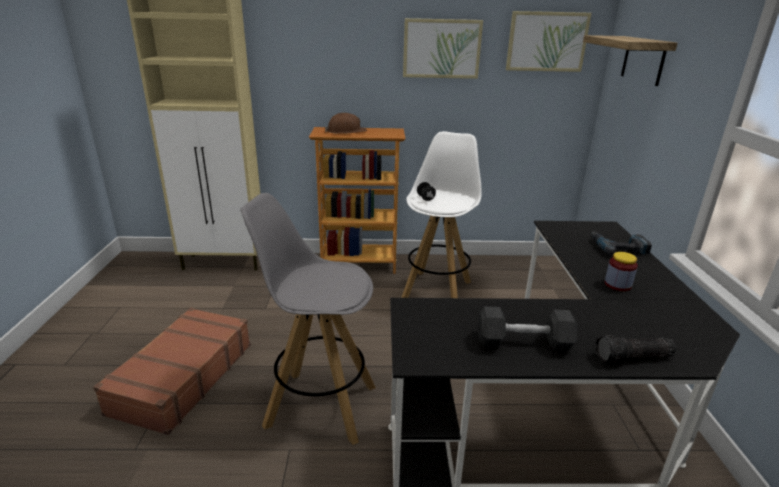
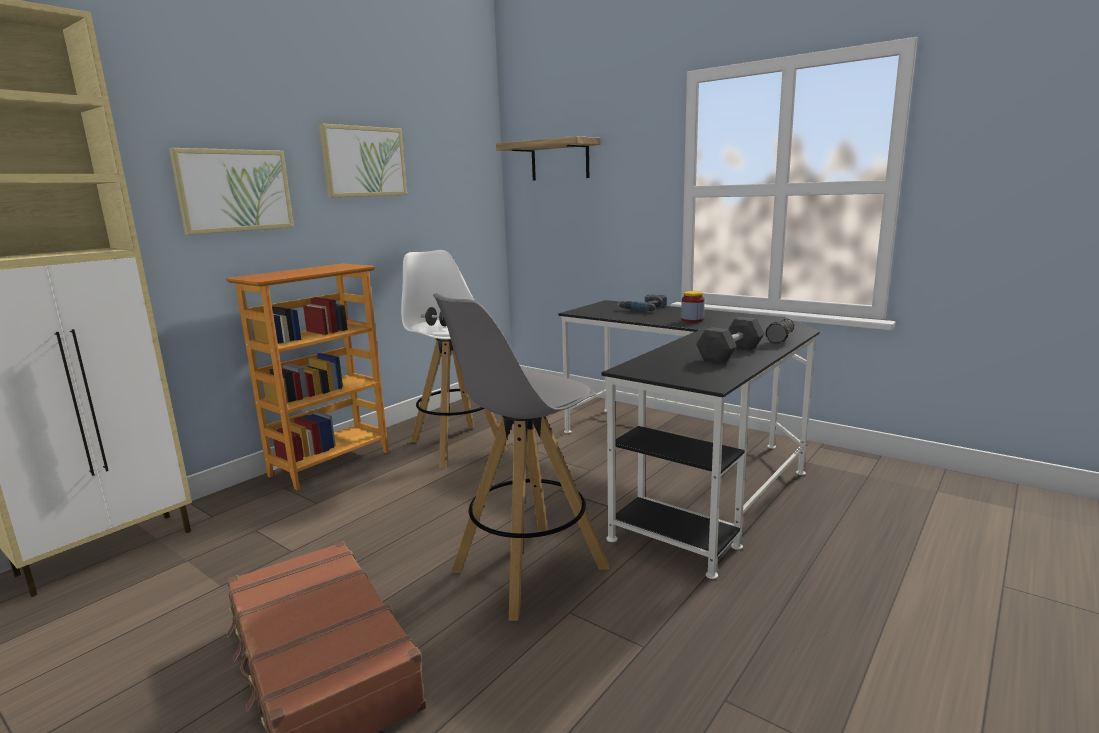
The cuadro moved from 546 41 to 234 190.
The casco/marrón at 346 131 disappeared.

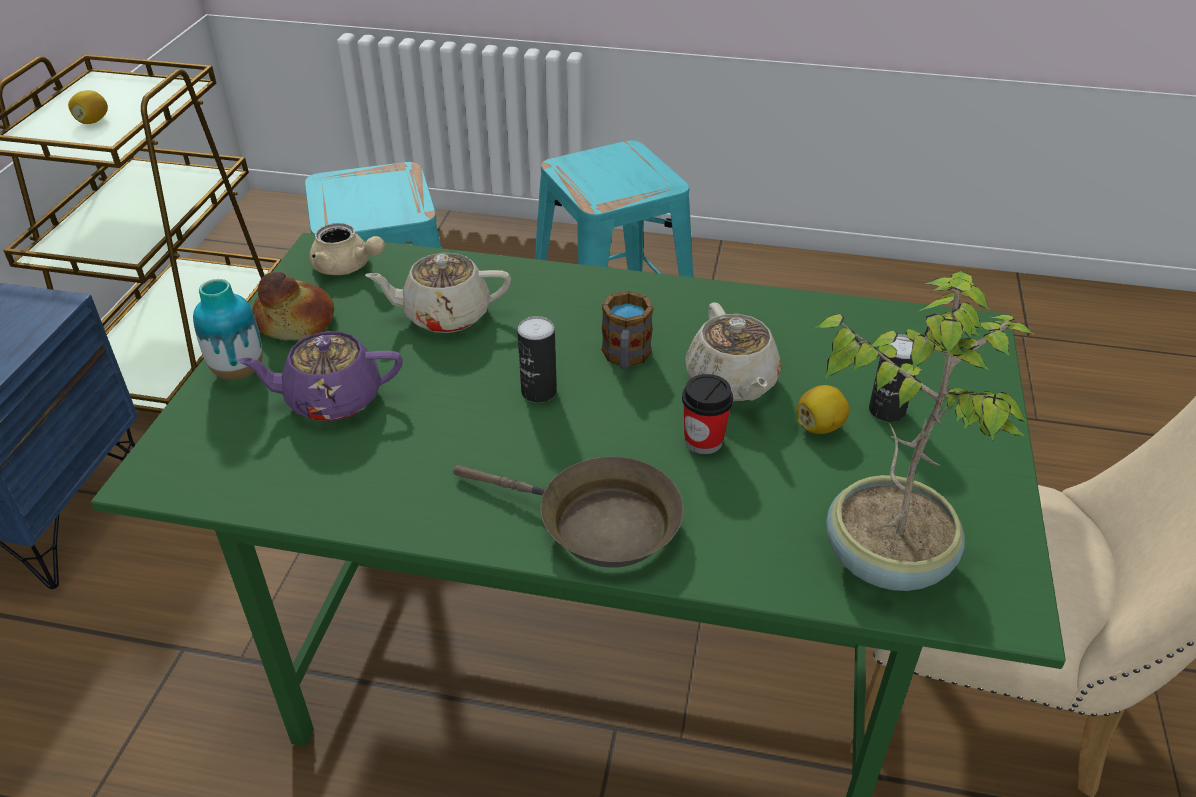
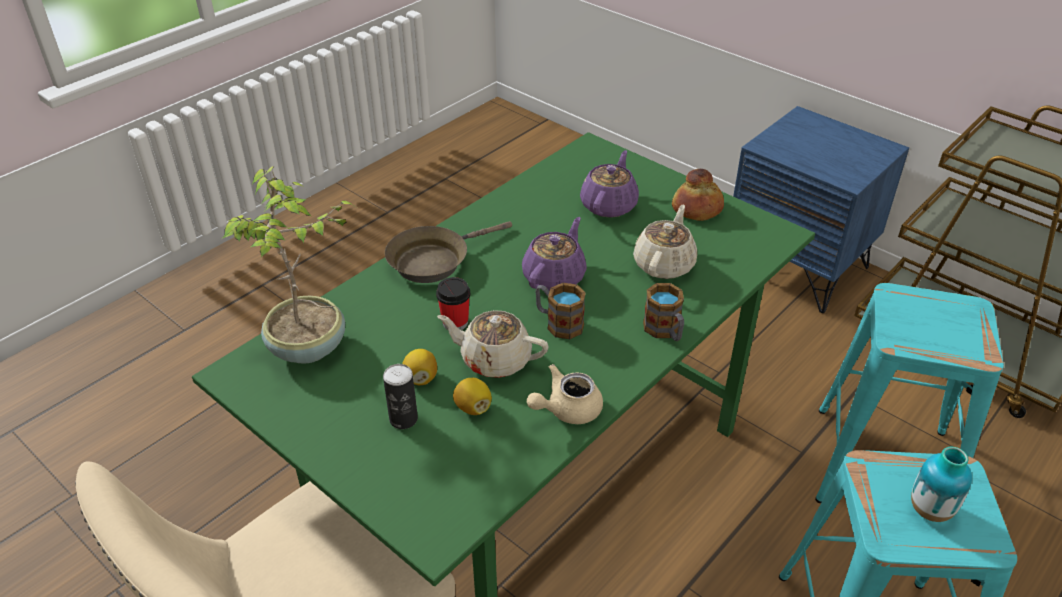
The limón moved from 93 121 to 473 407.
The lata at 539 392 was replaced by the tetera/morado at 555 276.
The tetera/beis moved from 347 267 to 566 409.
The taza grande at 665 331 appeared.
The florero moved from 239 371 to 930 510.

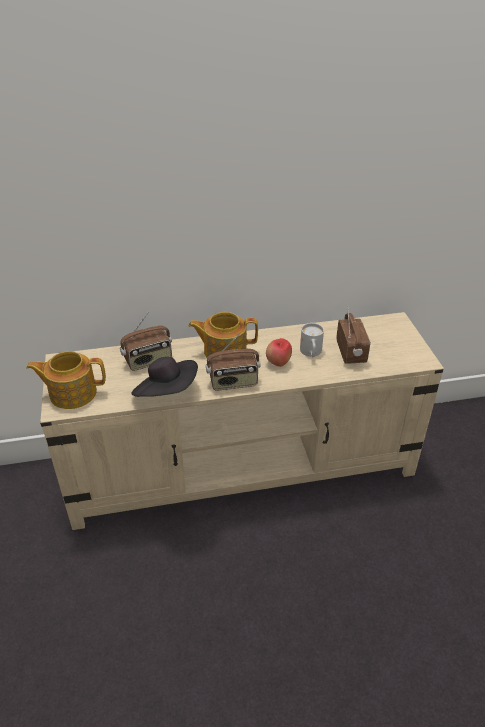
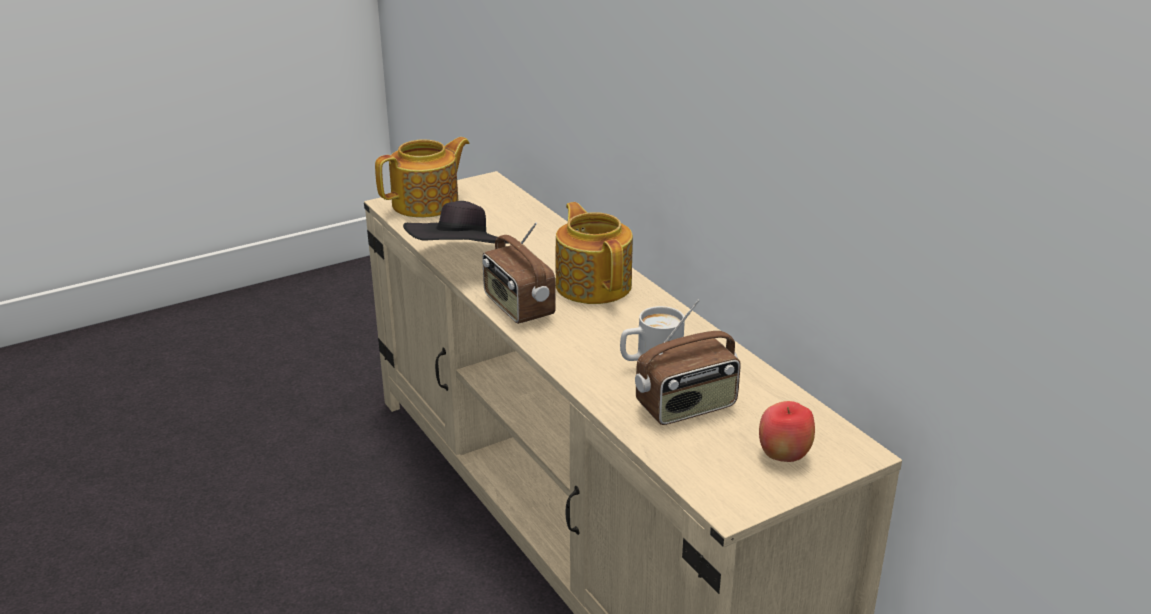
The tetera at 72 393 turned 75 degrees clockwise.
The manzana moved from 278 363 to 783 456.
The radio at 148 361 disappeared.

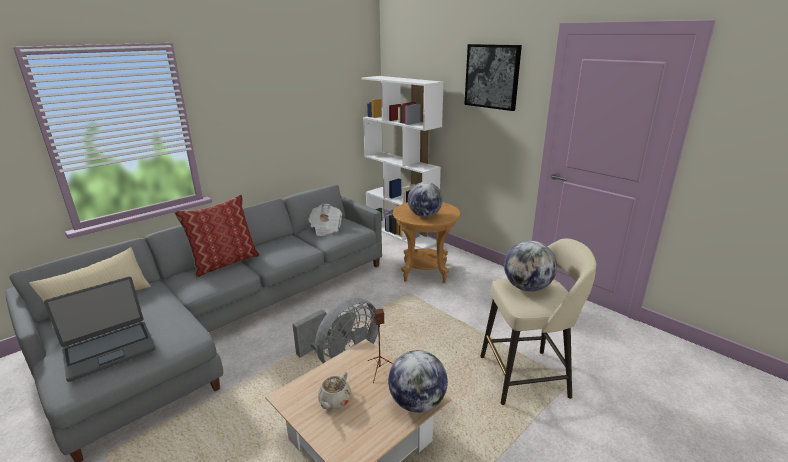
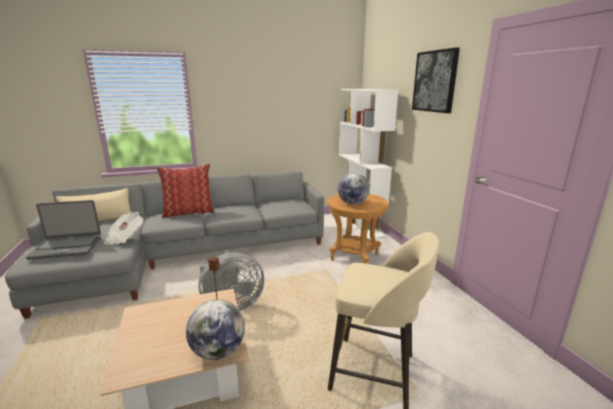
The periódico moved from 325 228 to 124 237.
The tetera/beis at 334 401 disappeared.
The globo terráqueo at 527 287 disappeared.

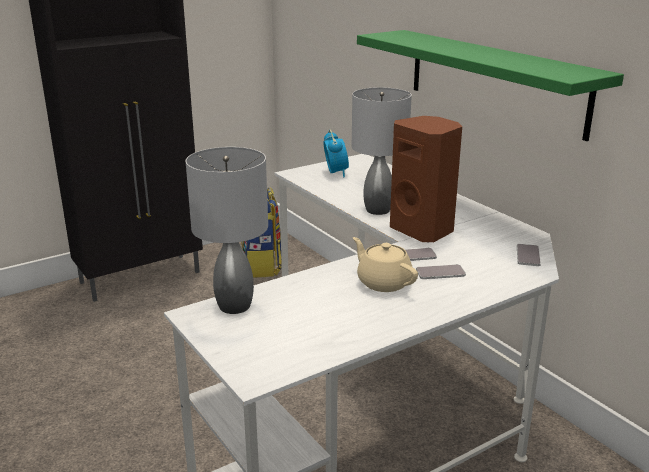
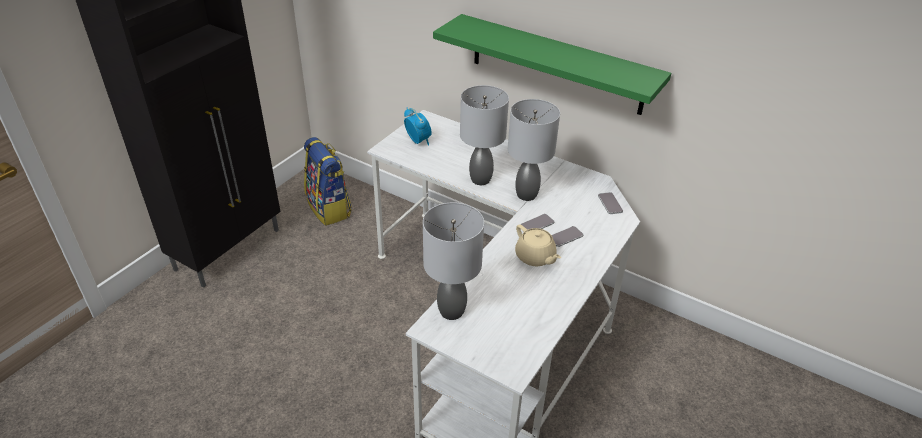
The altavoz/marrón at 423 230 was replaced by the lámpara de mesa/gris at 527 195.
The tetera/beis at 383 282 turned 150 degrees counterclockwise.

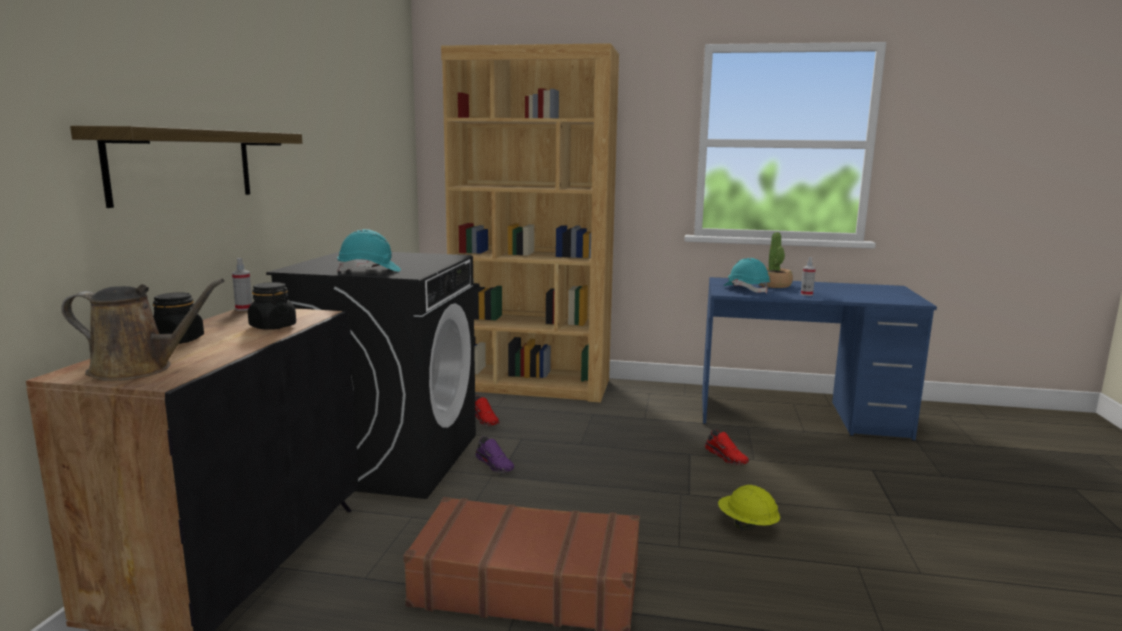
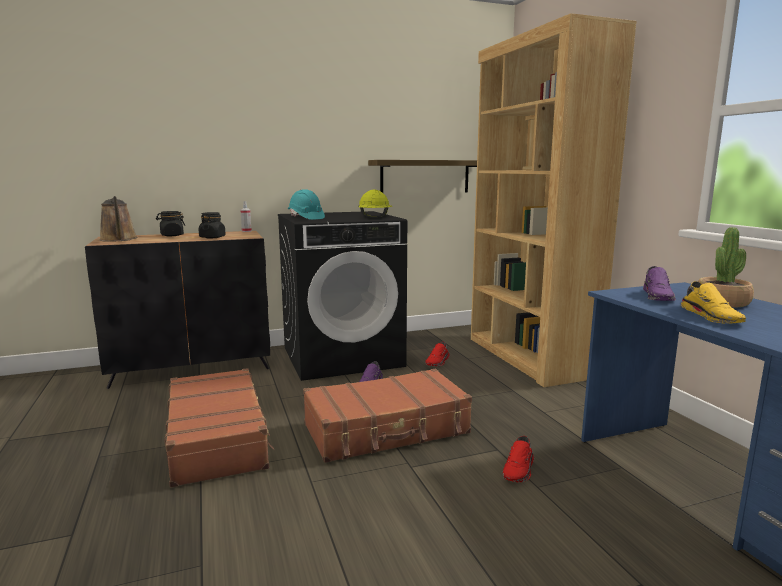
The maleta/marrón at 387 429 appeared.
The casco/amarillo moved from 747 525 to 375 217.
The estante moved from 183 165 to 425 176.
The casco/turquesa at 746 289 was replaced by the zapato/morado at 658 296.
The pulverizador at 806 294 was replaced by the zapato/amarillo at 712 317.

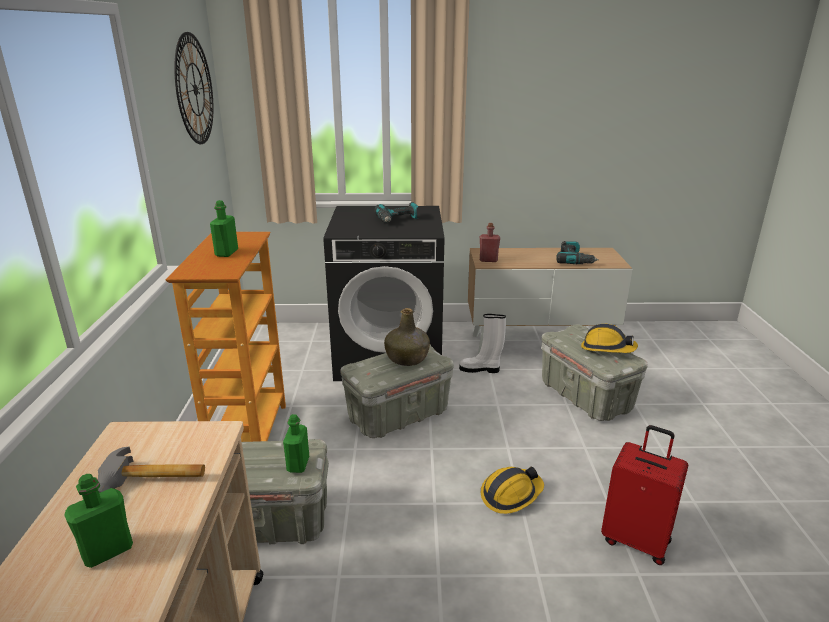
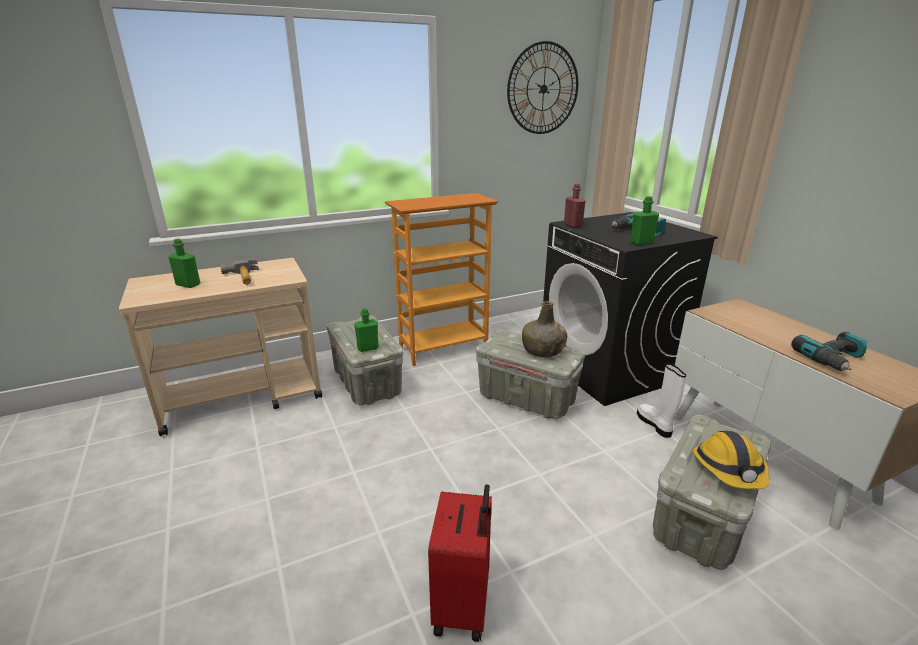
The botella/rojo moved from 488 260 to 573 225.
The botella/verde moved from 226 253 to 641 243.
The casco at 511 495 disappeared.

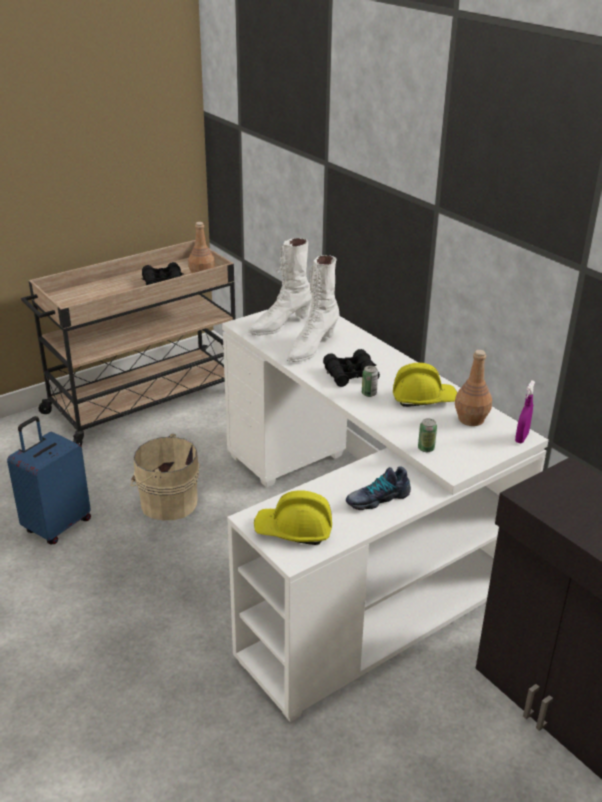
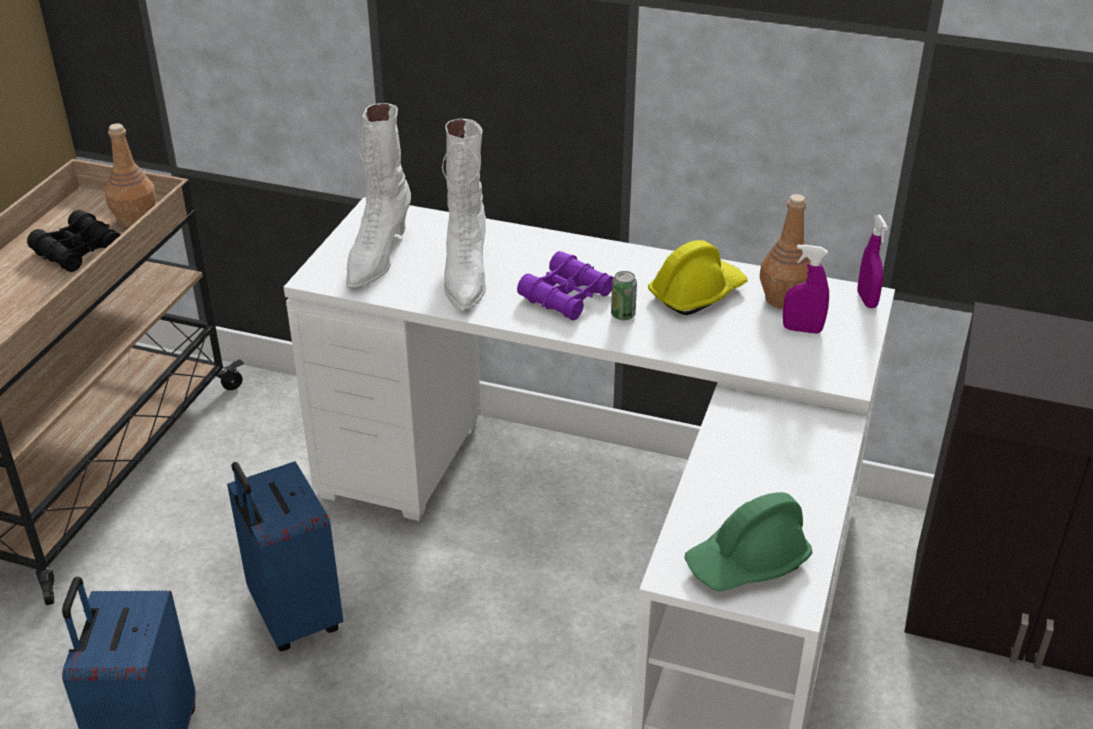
The cubo/beis at 166 502 was replaced by the maleta/azul at 292 616.
The prismáticos/negro at 351 374 became the prismáticos/morado at 566 296.
The casco/amarillo at 294 530 became the casco/verde at 747 562.
The pulverizador/morado at 802 330 appeared.
The zapato at 377 498 disappeared.
The lata at 426 448 disappeared.

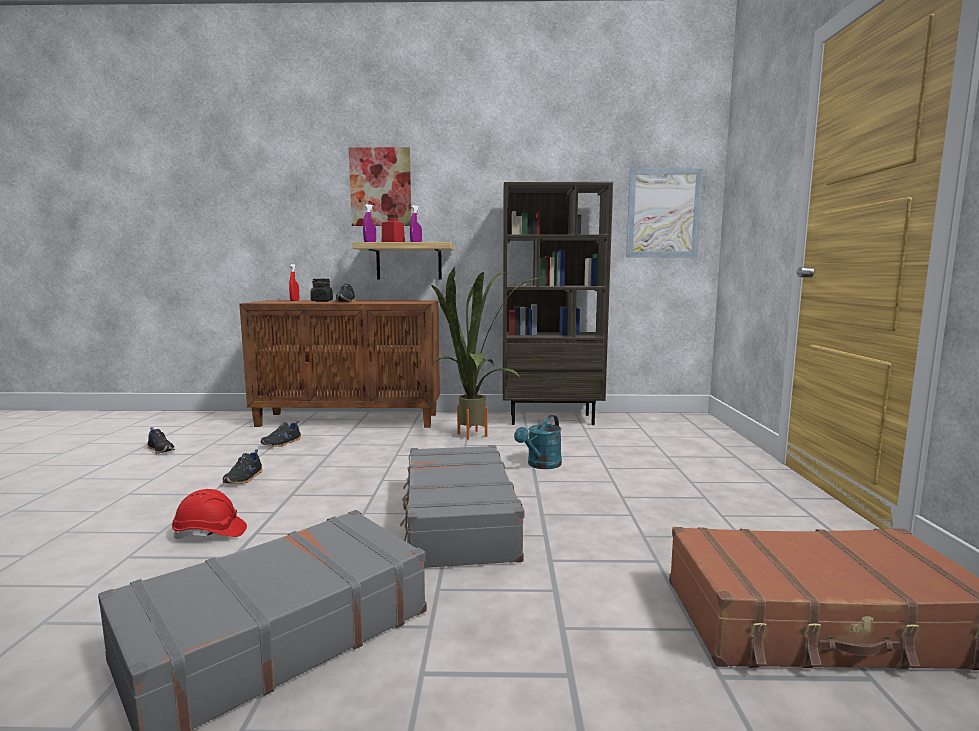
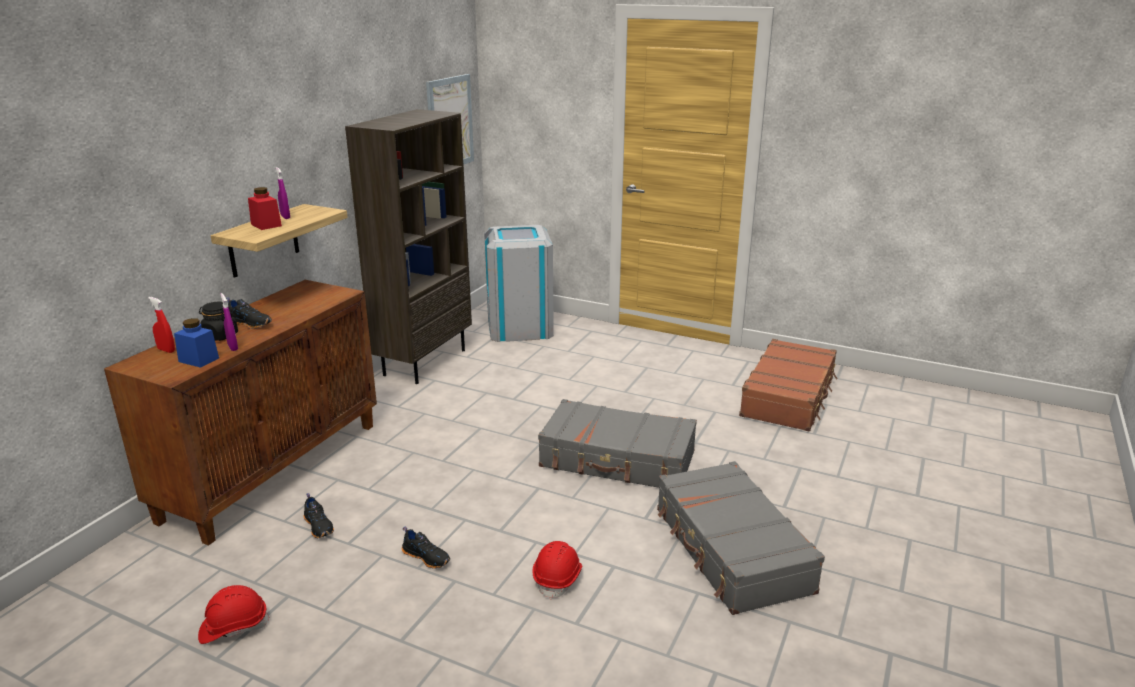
The tarro/azul at 199 360 appeared.
The zapato/negro at 161 450 was replaced by the casco/rojo at 234 627.
The pulverizador/morado moved from 370 242 to 233 347.
The papelera/gris at 520 328 appeared.
The cuadro at 381 187 disappeared.
The planta en maceta at 474 438 disappeared.
The regadera/turquesa at 541 465 disappeared.

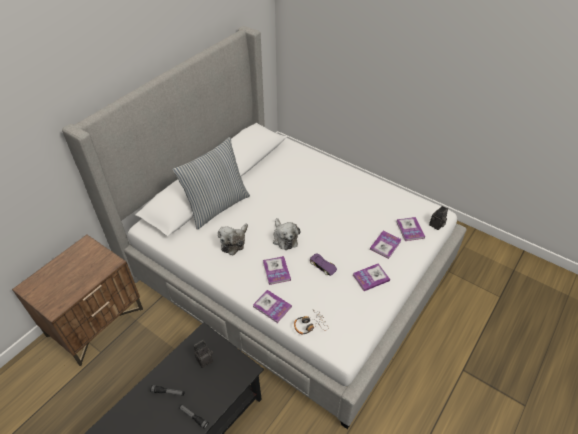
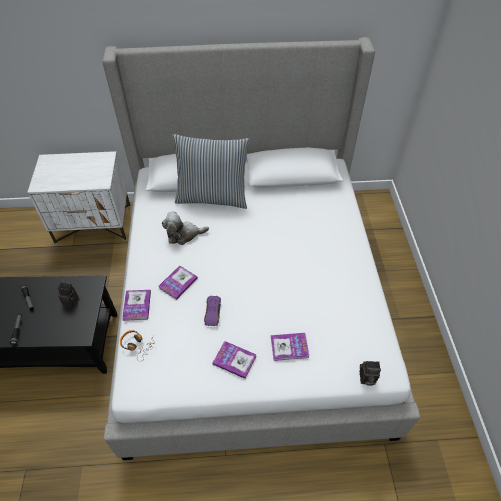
The mesita de noche/marrón at 96 322 became the mesita de noche/blanco at 94 223.
The peluche at 284 238 disappeared.
The libro at 410 229 disappeared.

